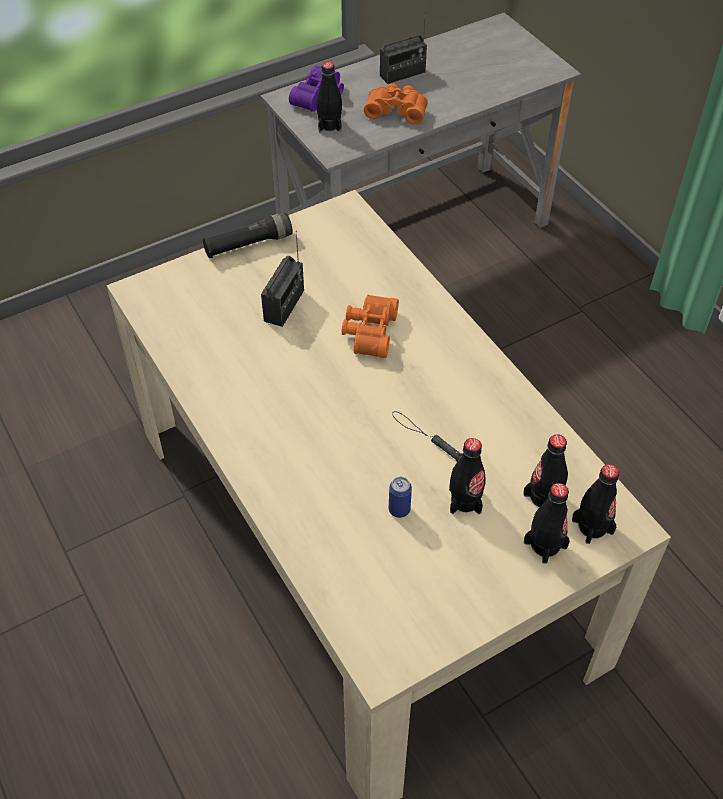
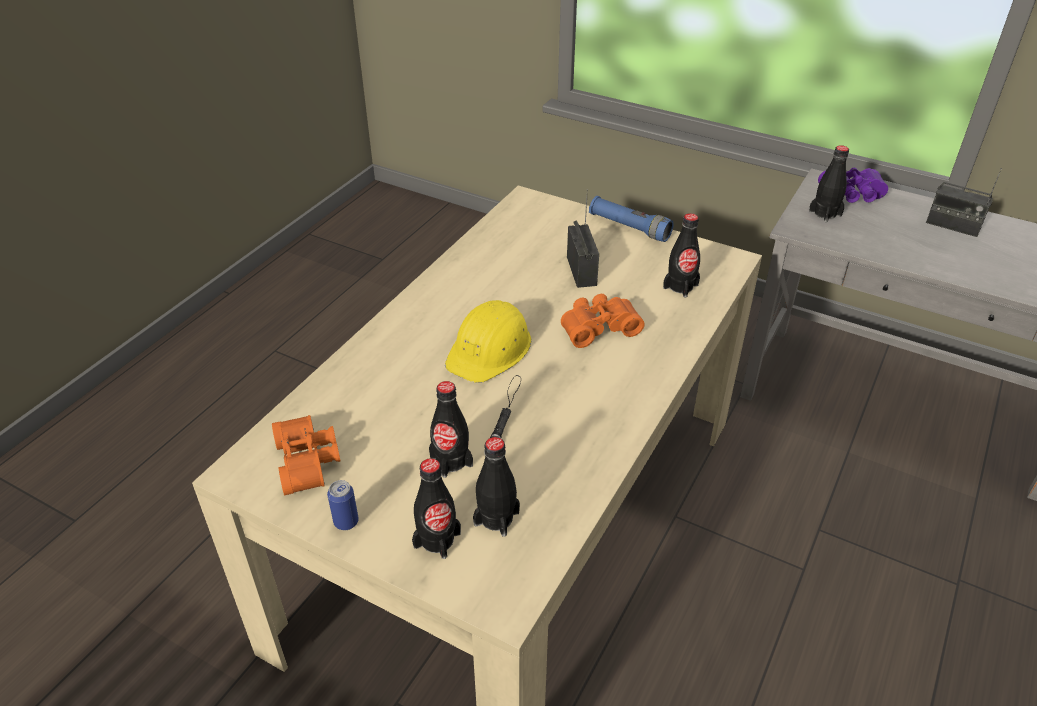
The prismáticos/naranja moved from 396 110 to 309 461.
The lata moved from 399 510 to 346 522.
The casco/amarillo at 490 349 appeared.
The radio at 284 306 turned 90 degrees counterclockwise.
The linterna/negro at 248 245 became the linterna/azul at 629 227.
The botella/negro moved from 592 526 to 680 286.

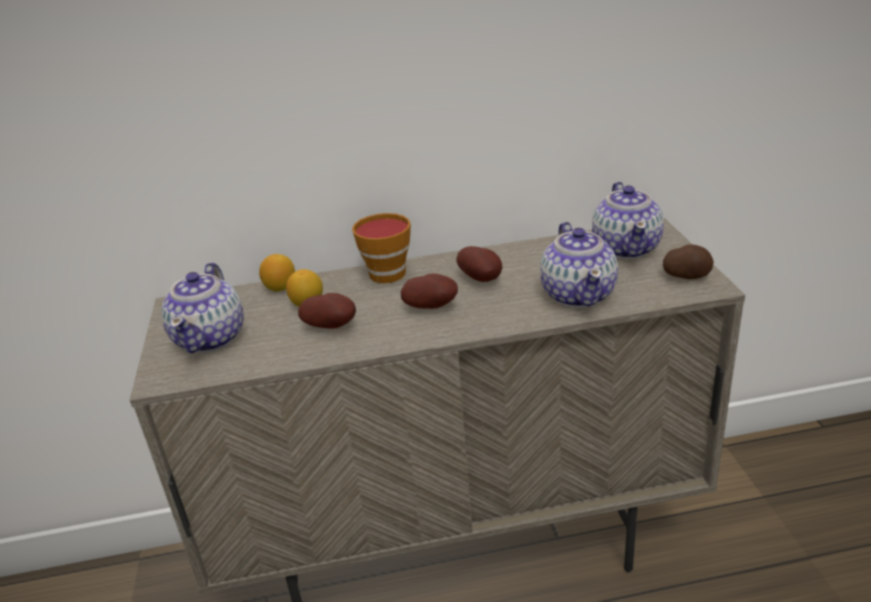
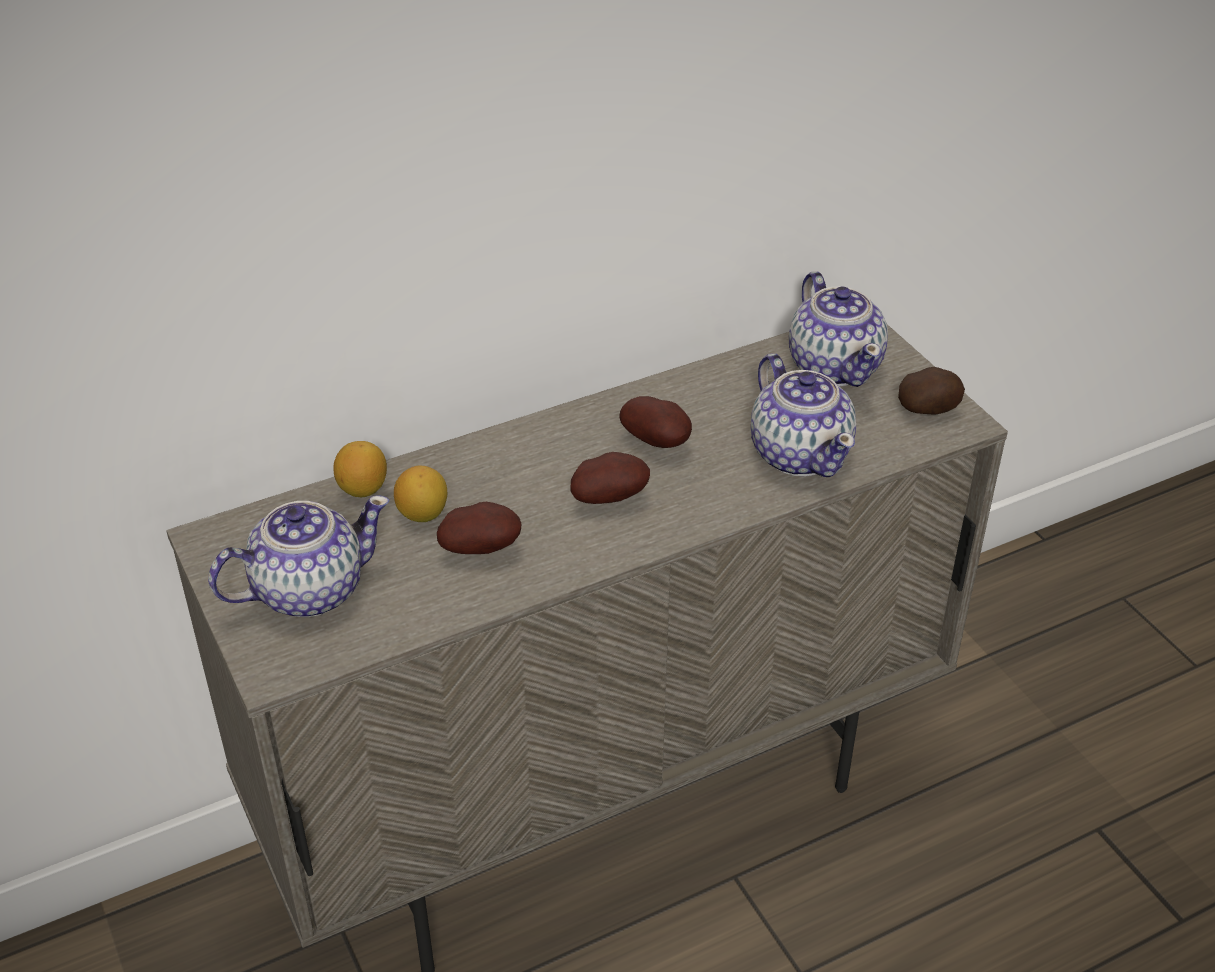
The tetera at 211 337 turned 105 degrees counterclockwise.
The taza at 388 271 disappeared.

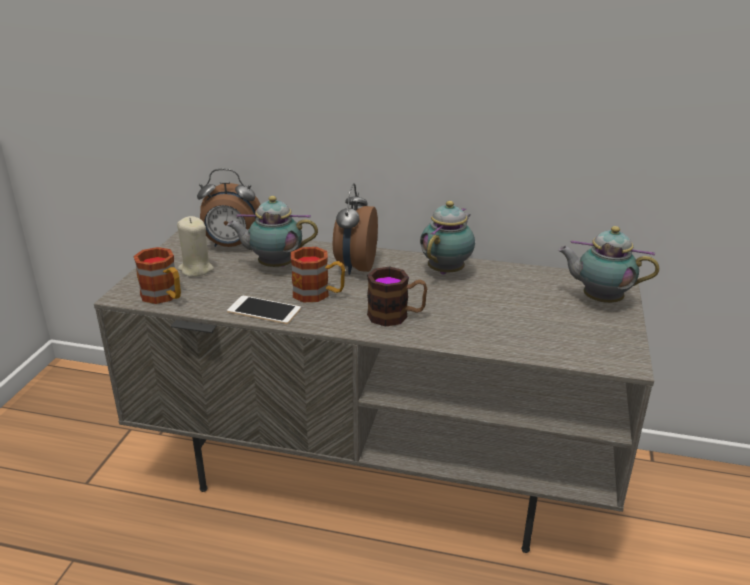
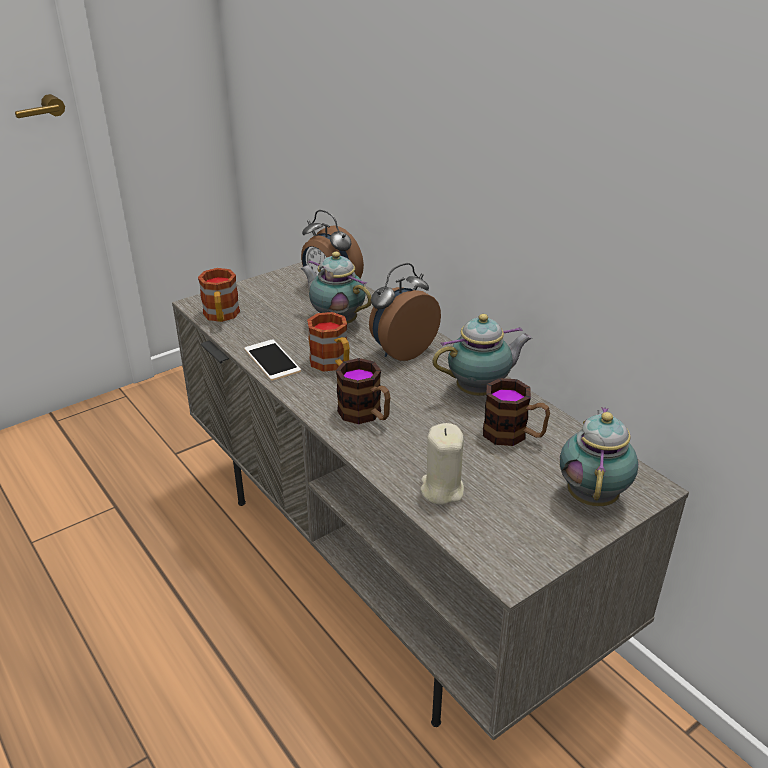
The vela/beis moved from 196 269 to 441 489.
The taza grande at 513 435 appeared.
The tetera at 599 300 turned 45 degrees clockwise.

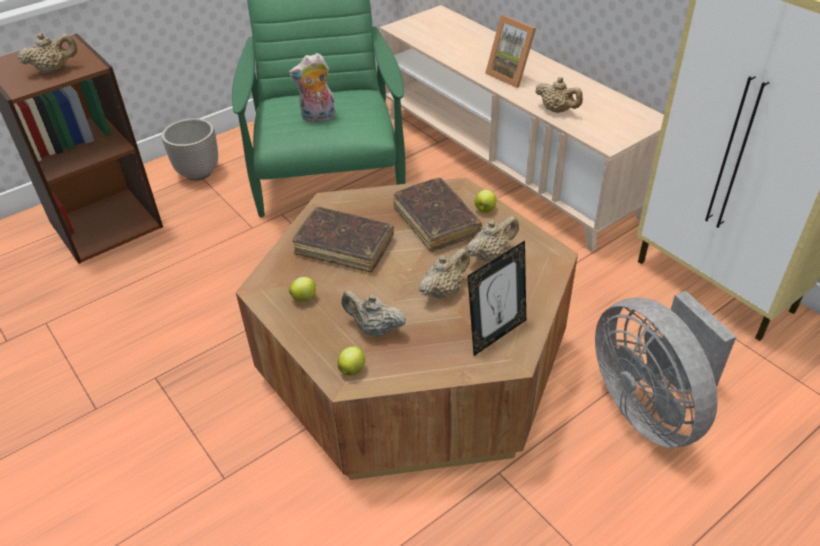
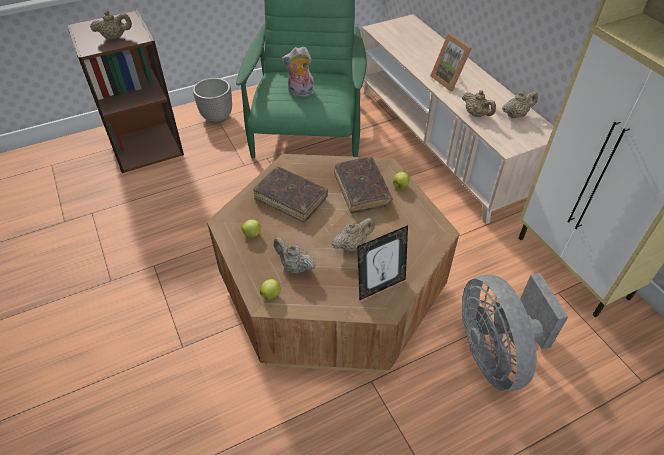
The tetera/beis moved from 491 255 to 516 115.

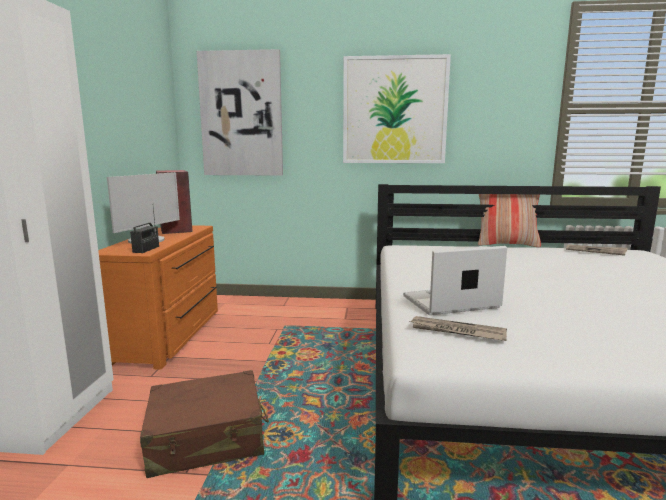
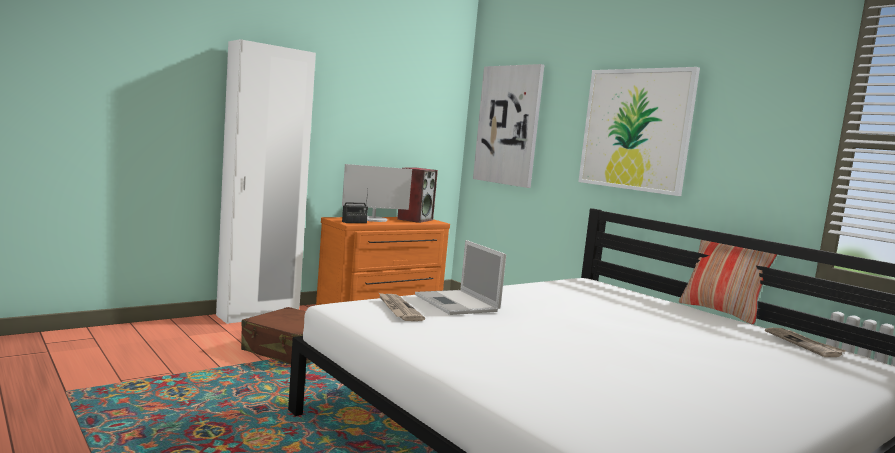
The portátil at 449 302 turned 150 degrees counterclockwise.

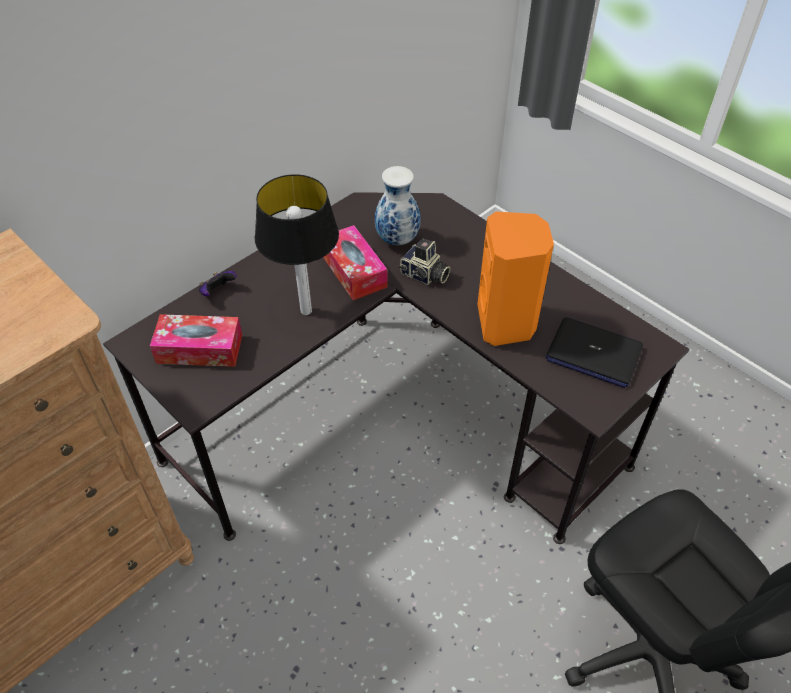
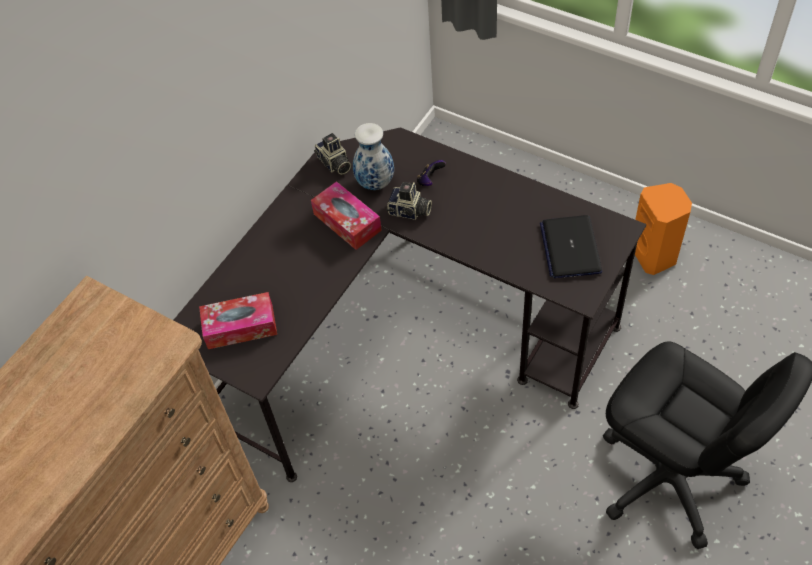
The cámara at 334 164 appeared.
The mando de consola moved from 217 292 to 430 180.
The portátil at 593 353 turned 75 degrees clockwise.
The altavoz/naranja moved from 507 323 to 655 255.
The lámpara de mesa at 307 310 disappeared.

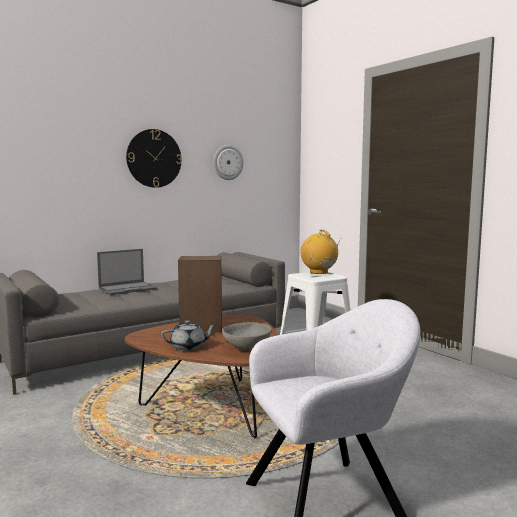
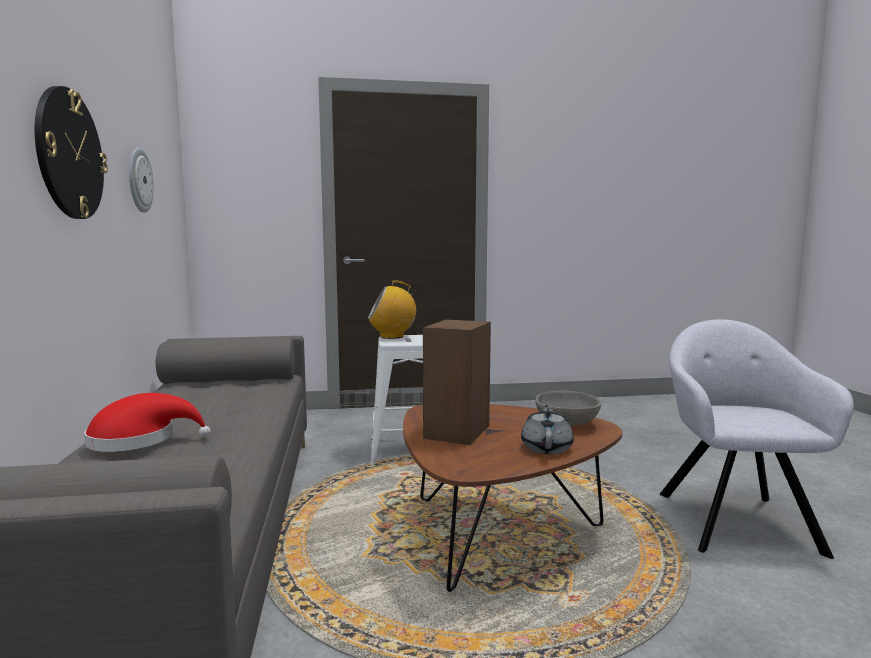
The portátil at 128 288 was replaced by the sombrero/rojo at 139 440.

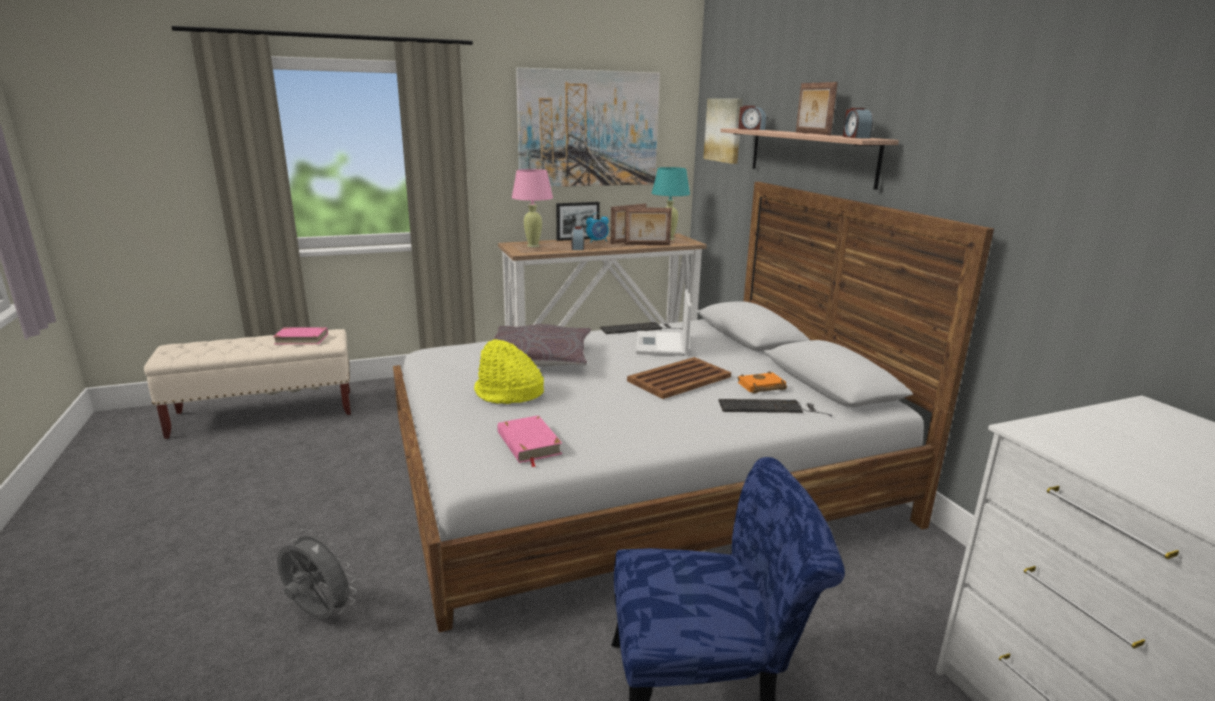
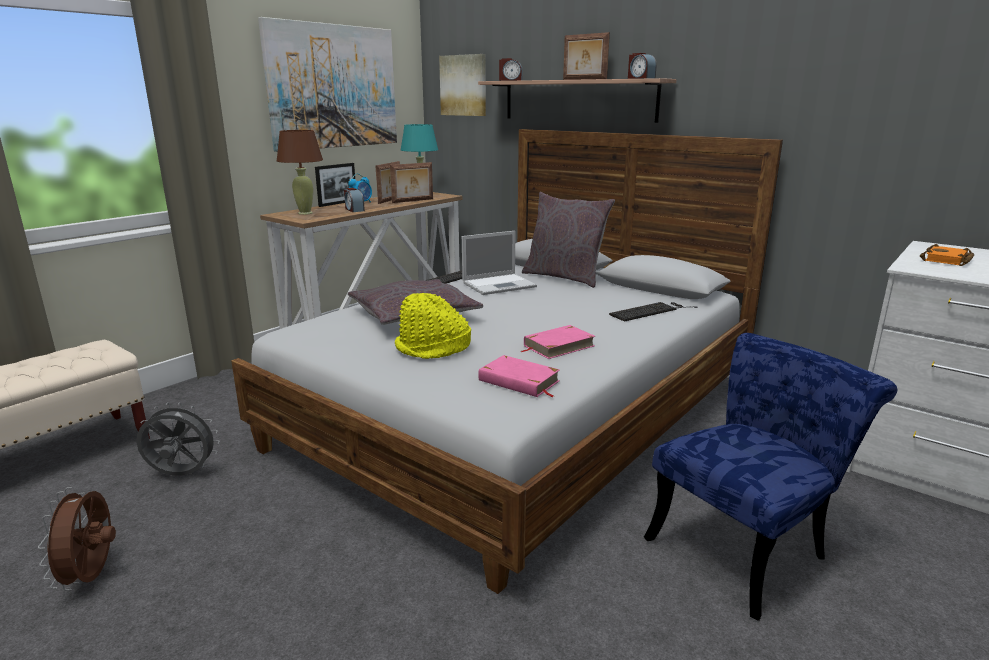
The ventilador/marrón at 92 577 appeared.
The ventilador/gris moved from 318 614 to 181 475.
The lámpara de mesa/rosa at 533 246 became the lámpara de mesa/marrón at 305 213.
The portátil at 661 344 turned 90 degrees counterclockwise.
The libro/rosa moved from 301 339 to 558 346.
The cojín/gris at 564 277 appeared.
The libro/naranja moved from 761 387 to 947 260.
The bandeja/marrón at 680 378 disappeared.

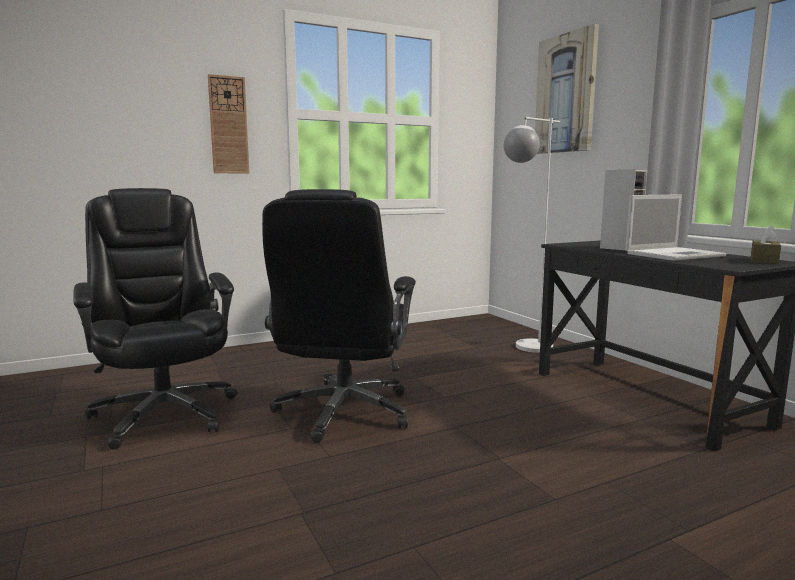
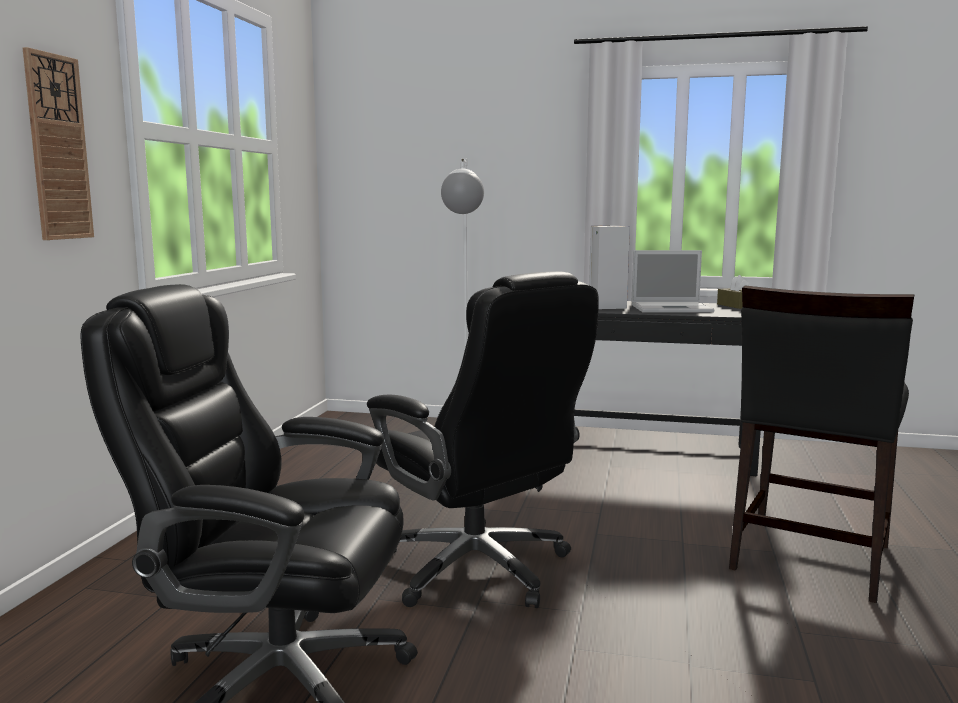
The portátil at 675 255 turned 75 degrees clockwise.
The silla/negro at 809 557 appeared.
The cuadro at 566 94 disappeared.

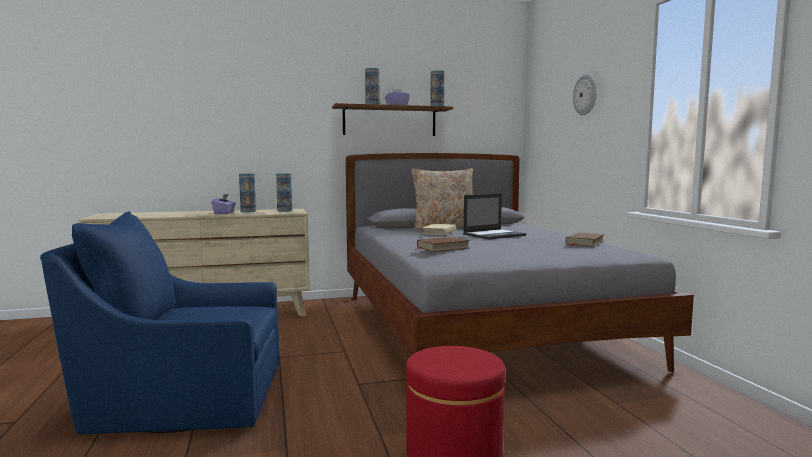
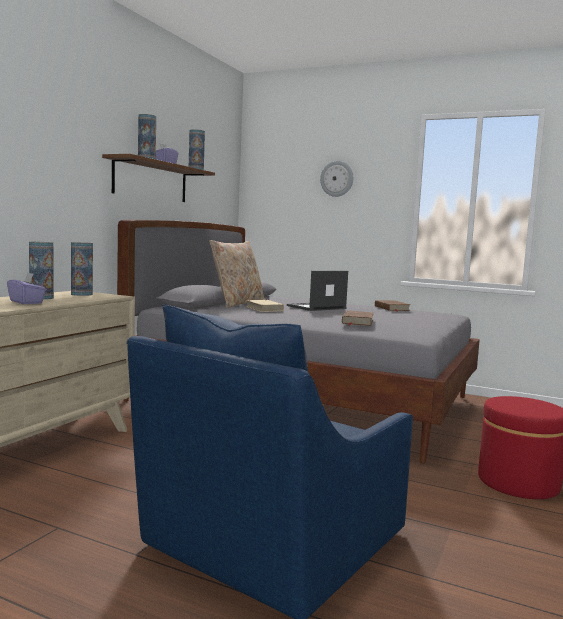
The portátil at 494 235 turned 135 degrees counterclockwise.

